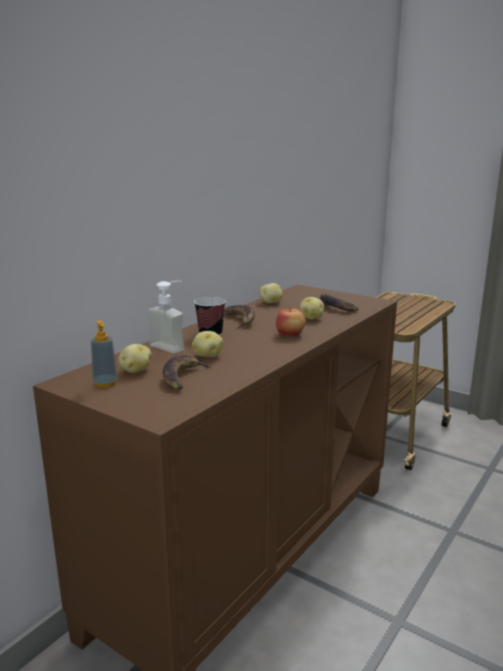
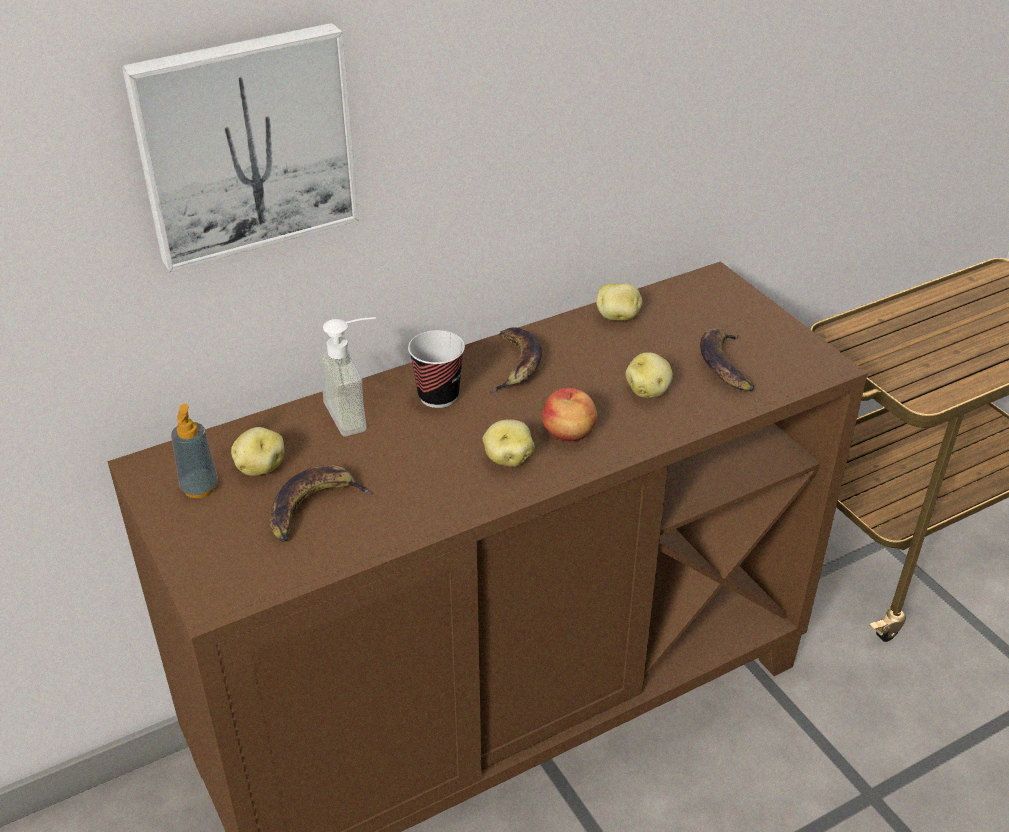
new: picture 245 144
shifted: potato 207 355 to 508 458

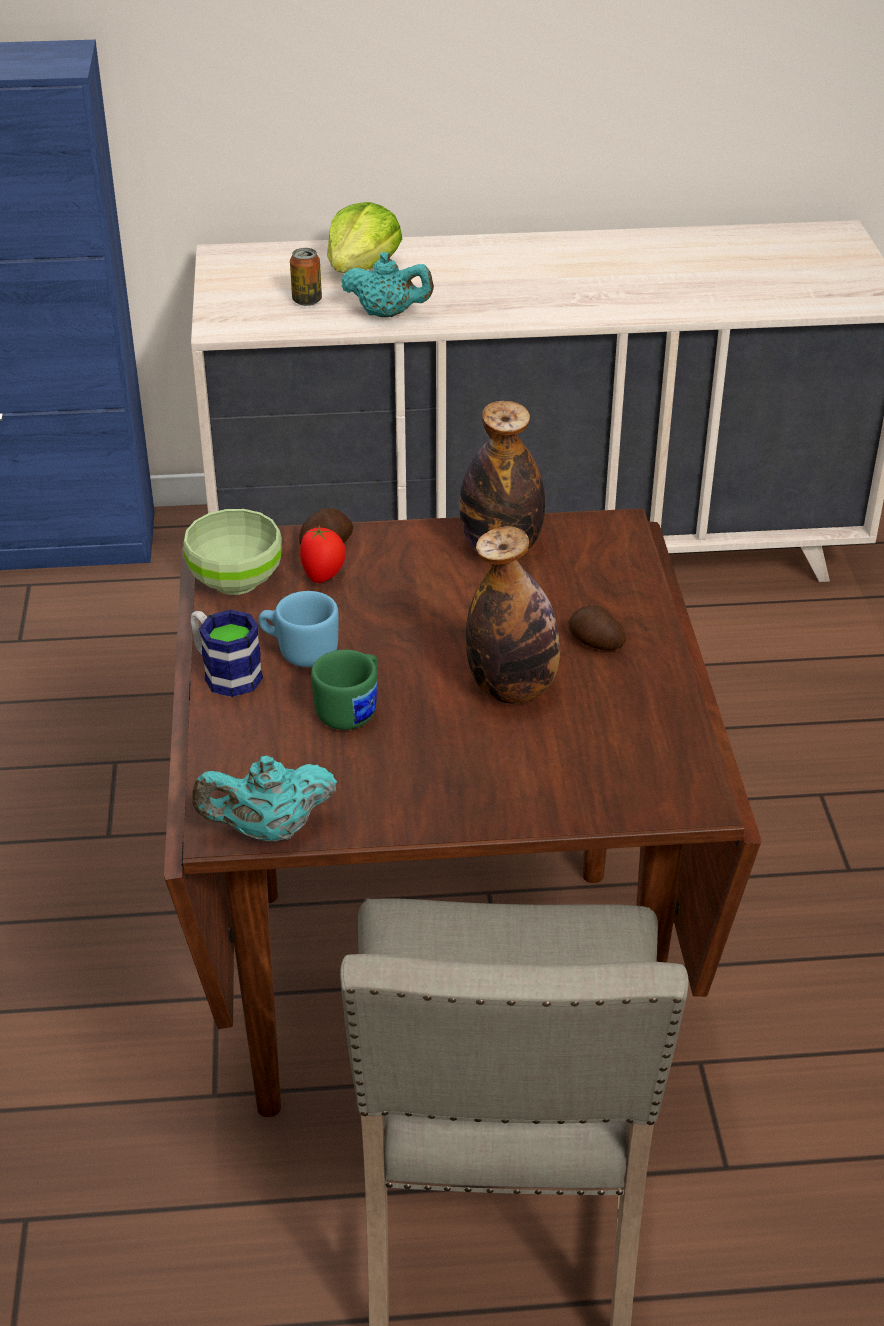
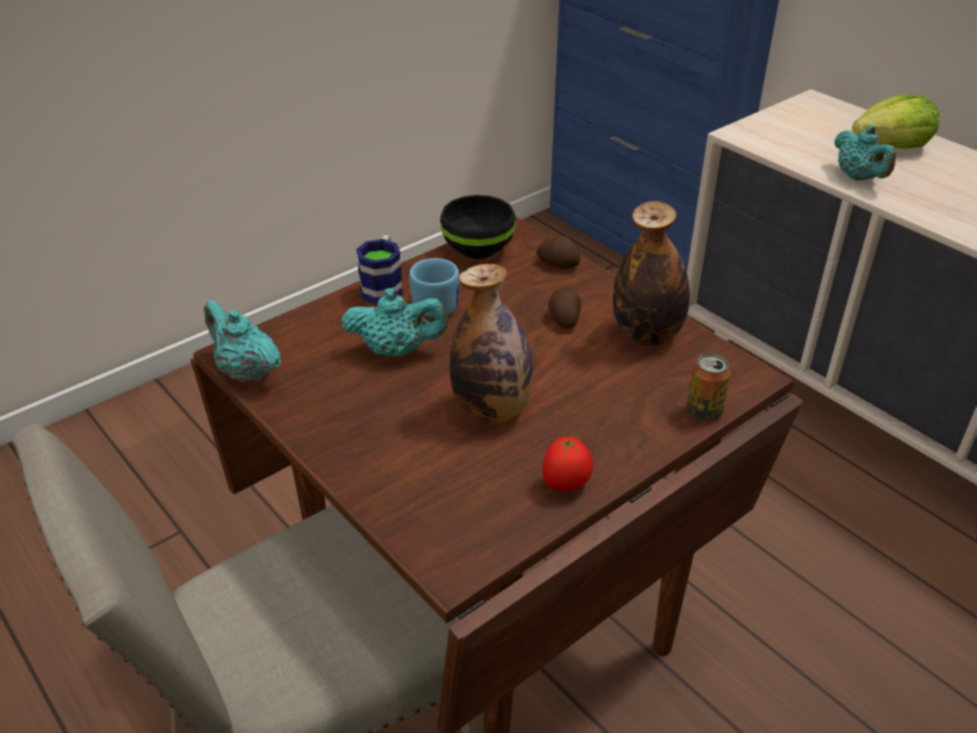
shifted: can 307 300 to 704 411; tomato 323 576 to 566 485; potato 595 643 to 564 318
swapped: green mug 352 709 to turquoise teapot 396 350
repainted: green bowl 237 581 to black bowl 478 250

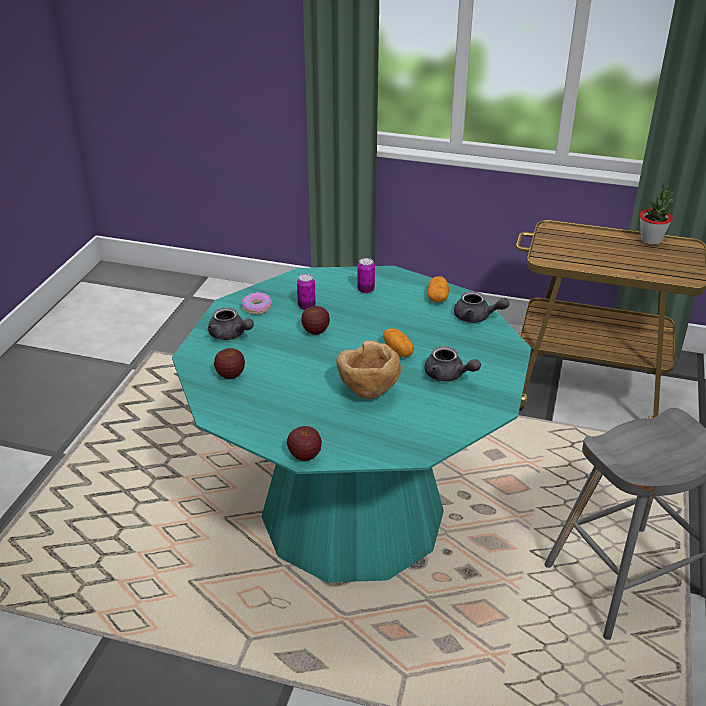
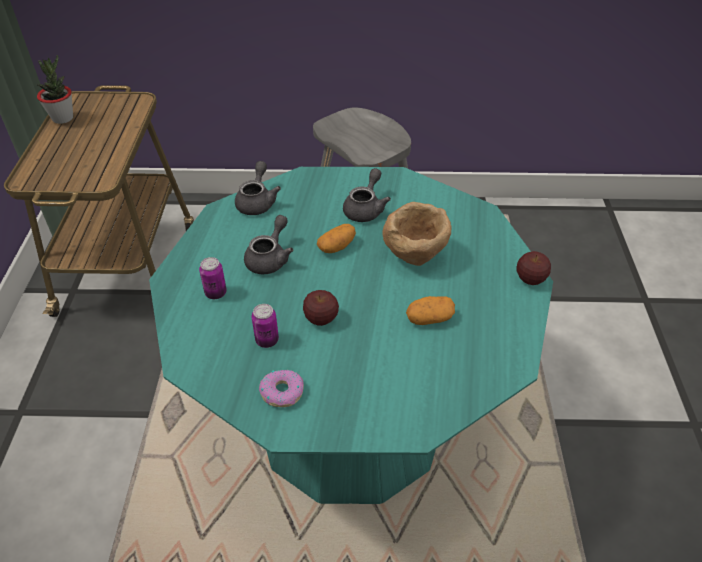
gone: apple 230 375
shifted: grey teapot 230 335 to 270 258; potato 437 298 to 429 319

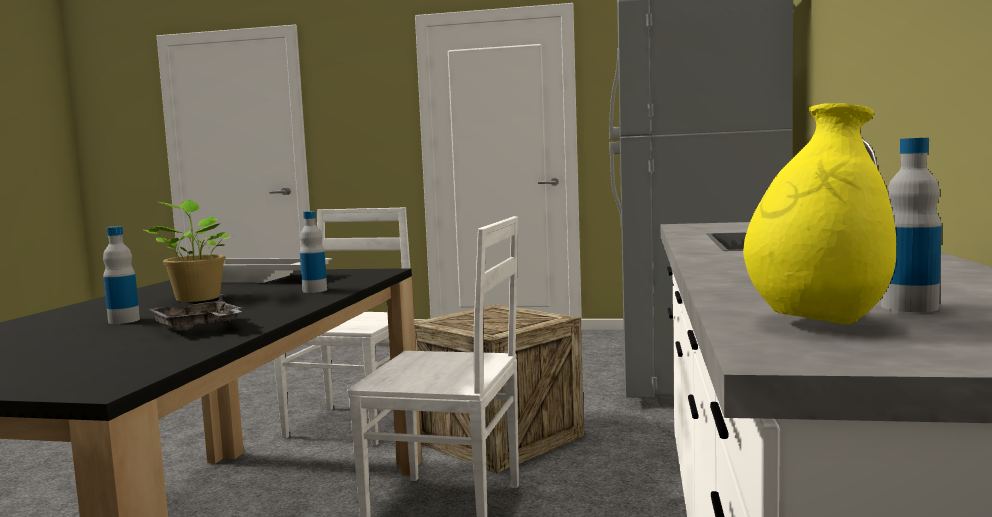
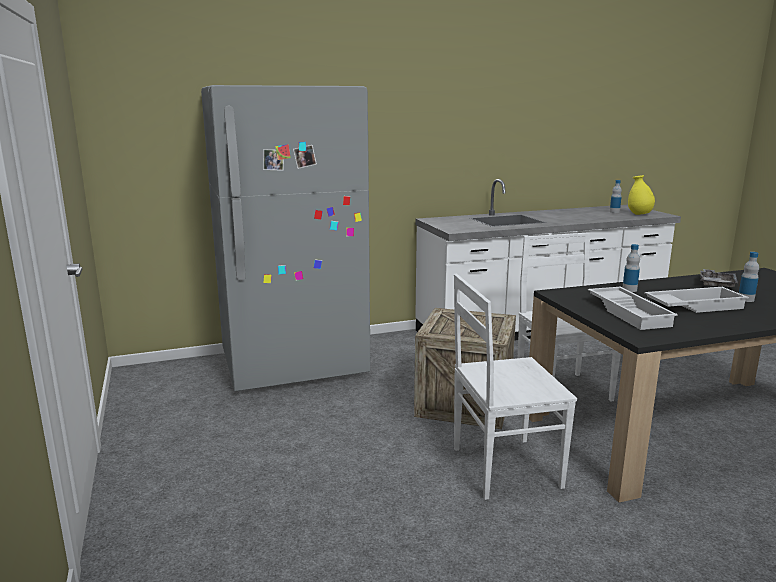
swapped: potted plant 197 298 to white tray 694 306

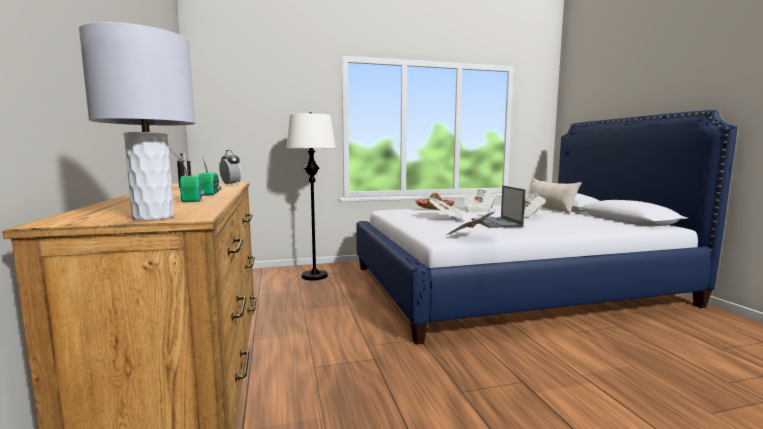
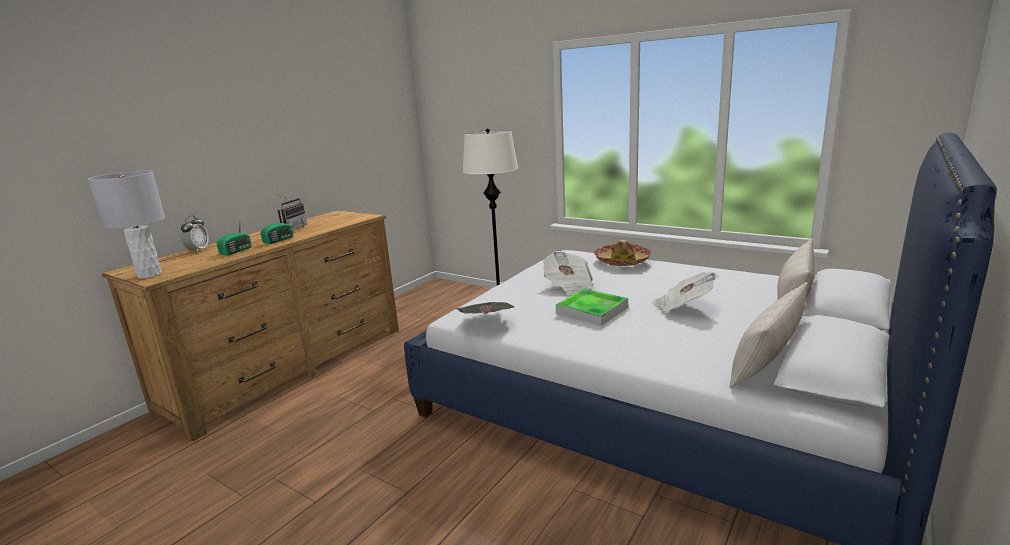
gone: newspaper 478 210
new: beige pillow 766 361
shifted: alarm clock 231 185 to 198 250
swapped: laptop 496 223 to tray 592 310

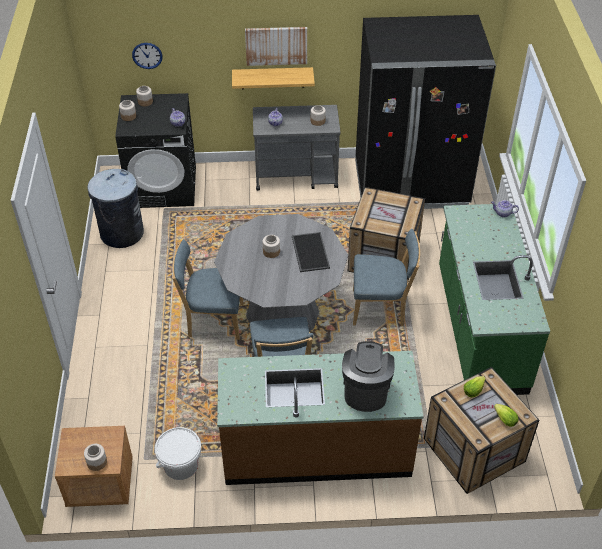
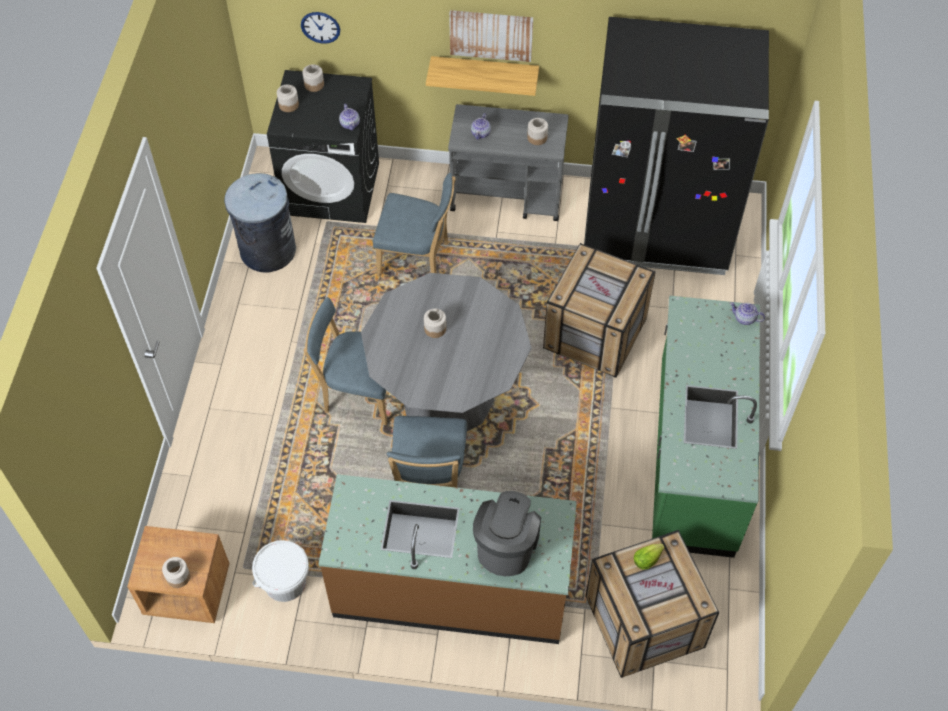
gone: tray 309 252; lettuce 503 419
shifted: blue chair 381 308 to 417 260

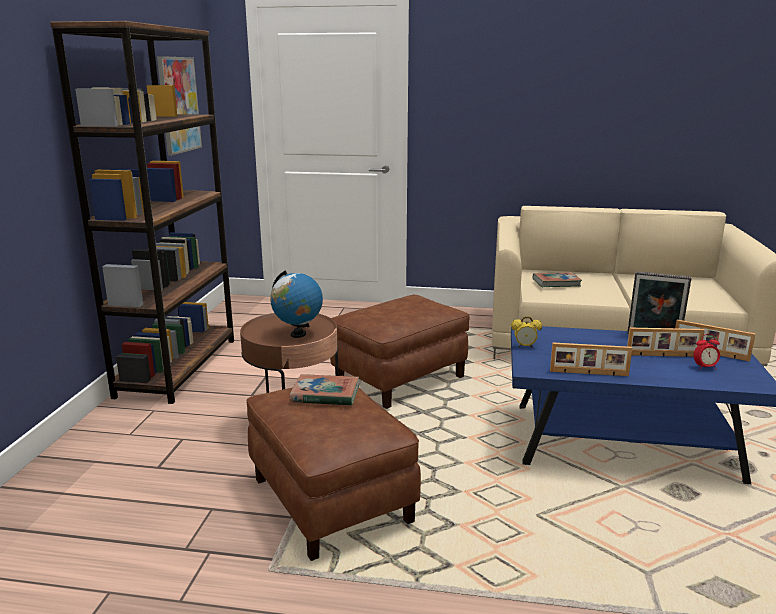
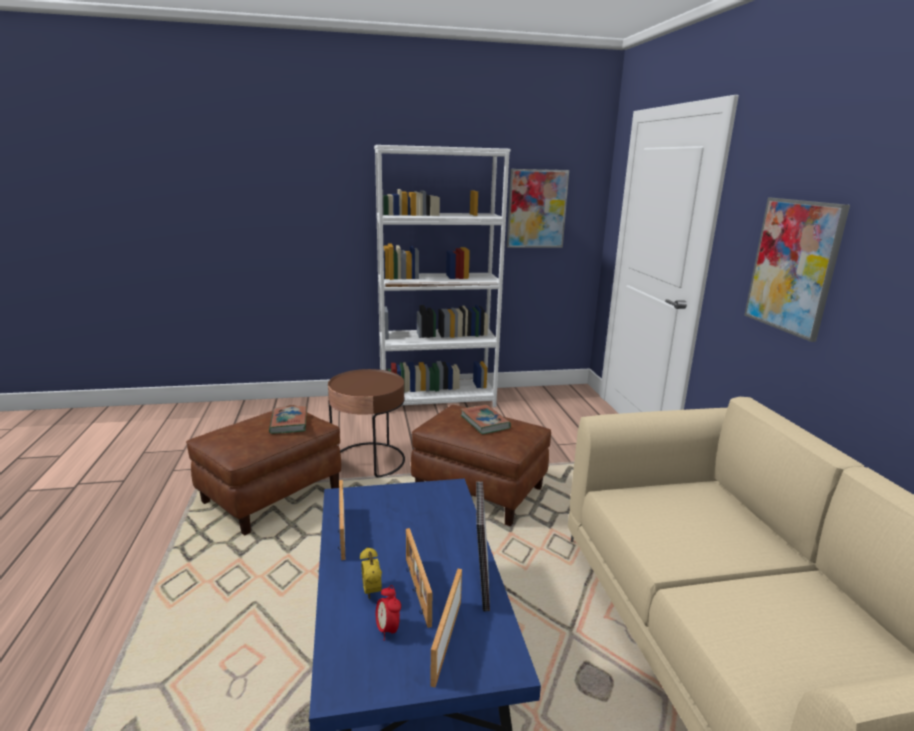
gone: globe 298 334
new: picture 793 266
shifted: alarm clock 525 346 to 371 592; book 556 283 to 484 422
repainted: brown bookcase 178 367 to white bookcase 437 400

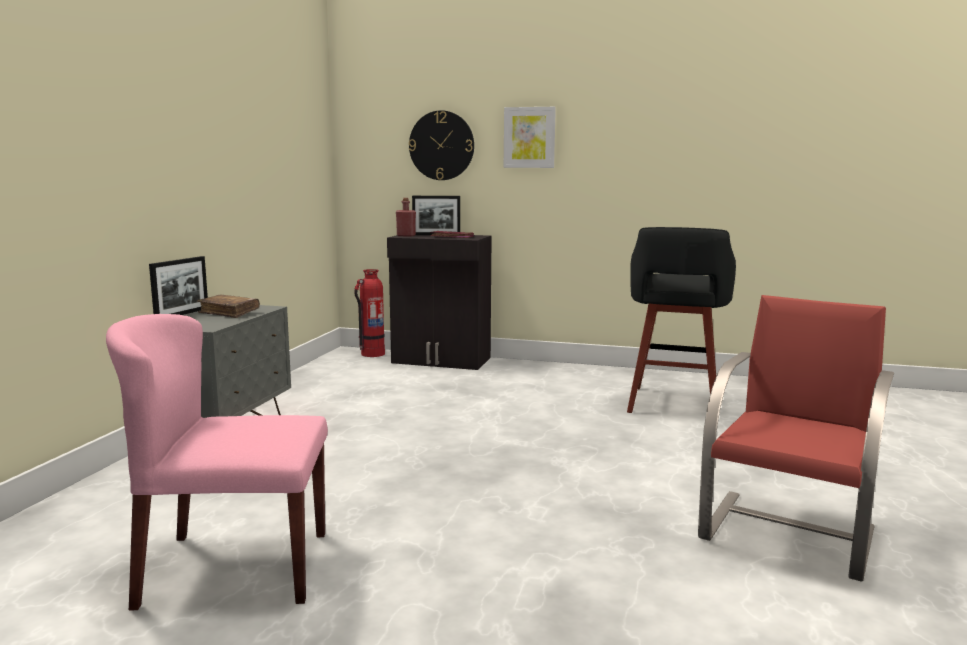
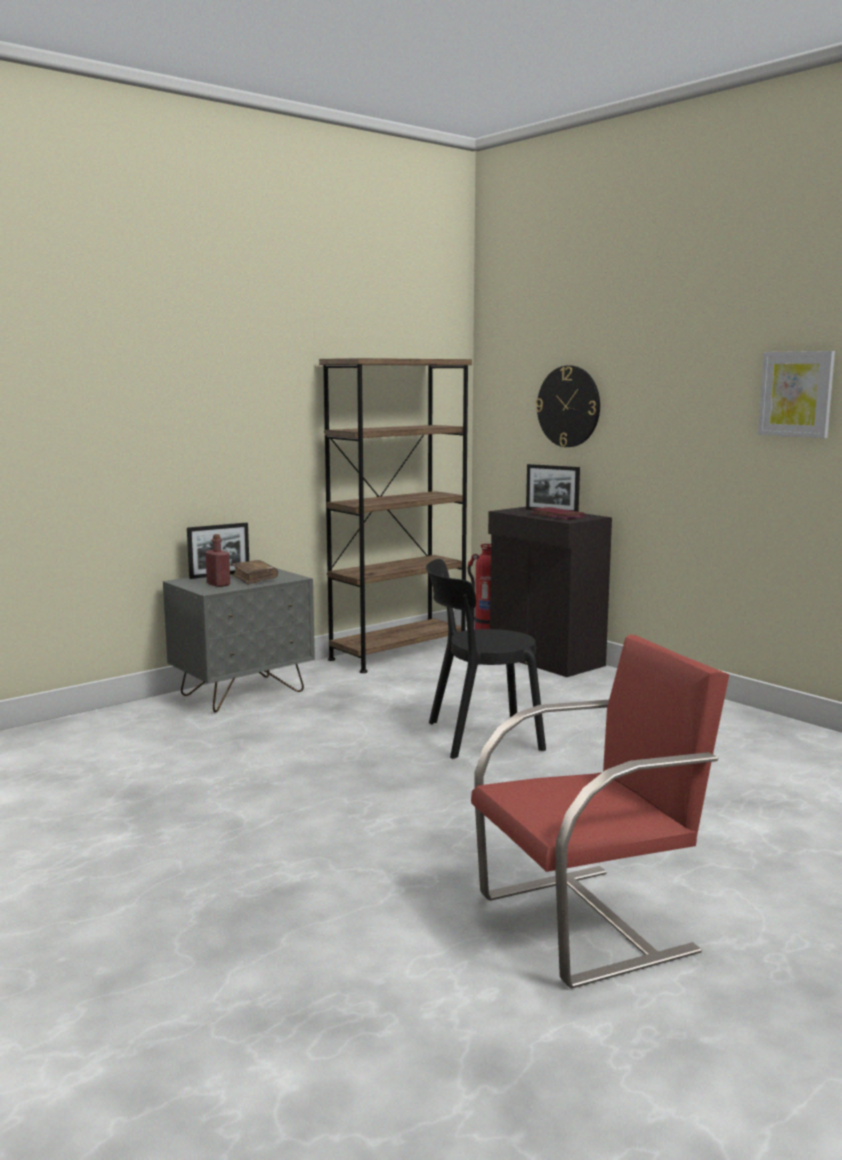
gone: pink chair 234 568; black stool 673 405
new: brown bookcase 398 653; black chair 478 736
shifted: red bottle 406 236 to 218 584; picture 529 137 to 796 394

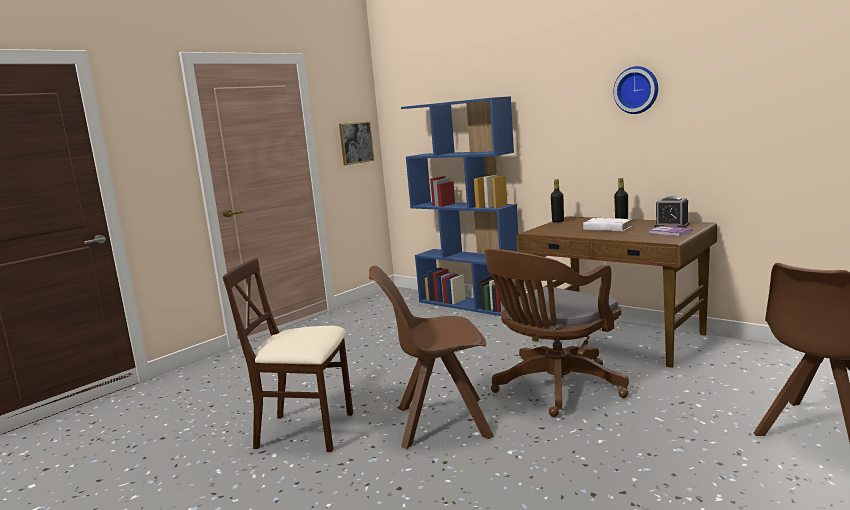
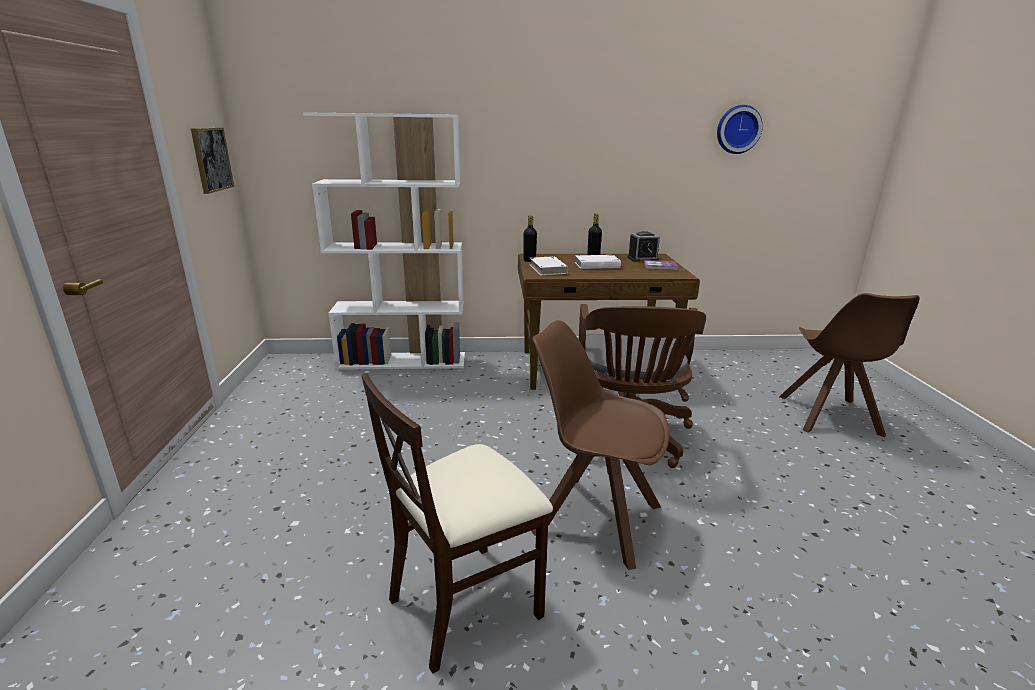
new: white book 548 269
shifted: wall clock 637 90 to 737 129
repainted: blue bookcase 469 304 to white bookcase 403 361
rotated: brown chair 439 423 = 593 517 75 degrees clockwise

